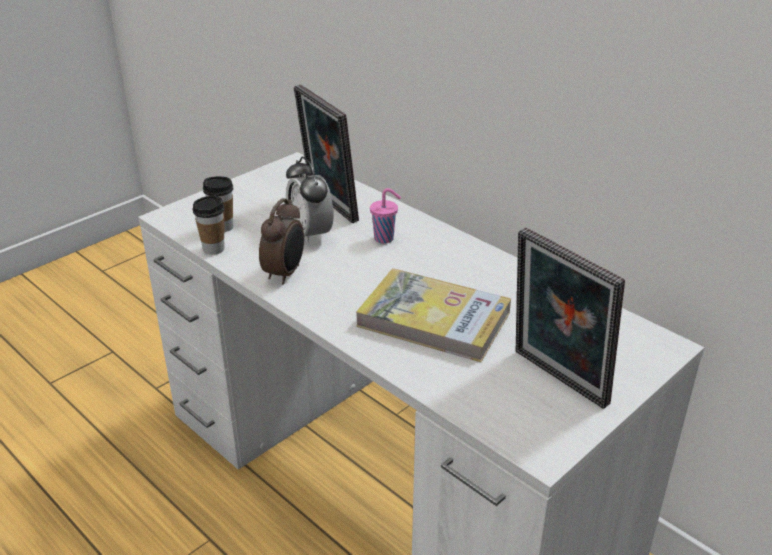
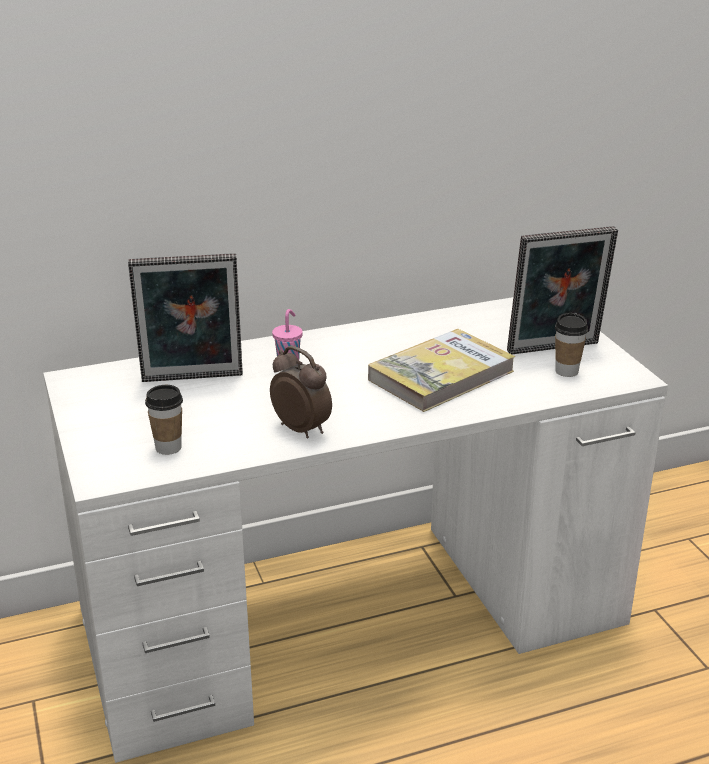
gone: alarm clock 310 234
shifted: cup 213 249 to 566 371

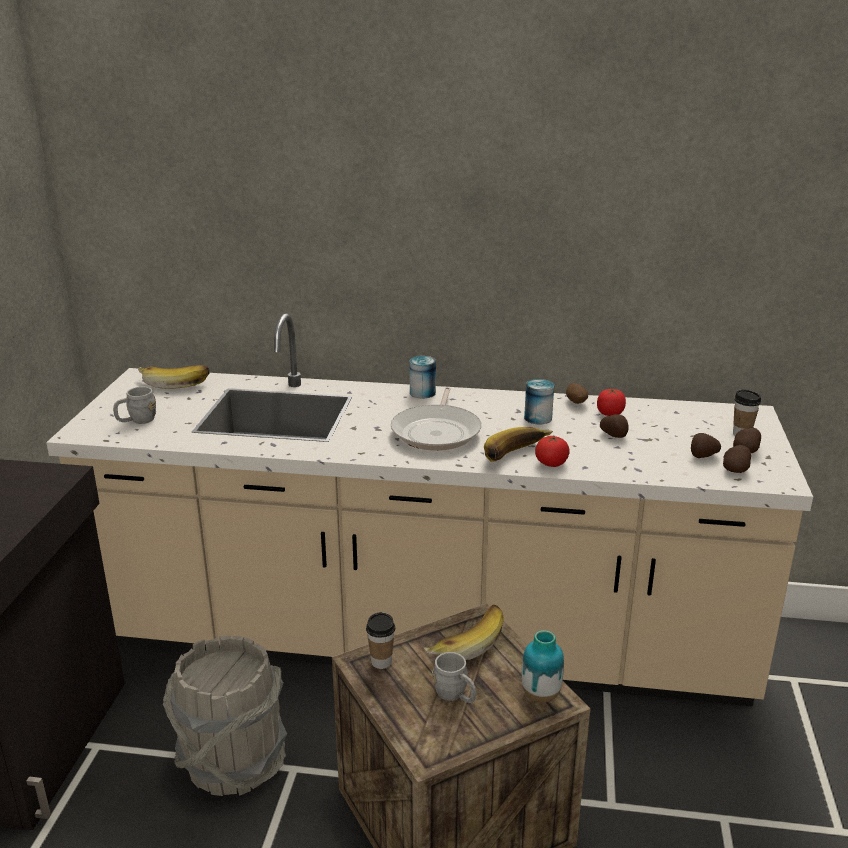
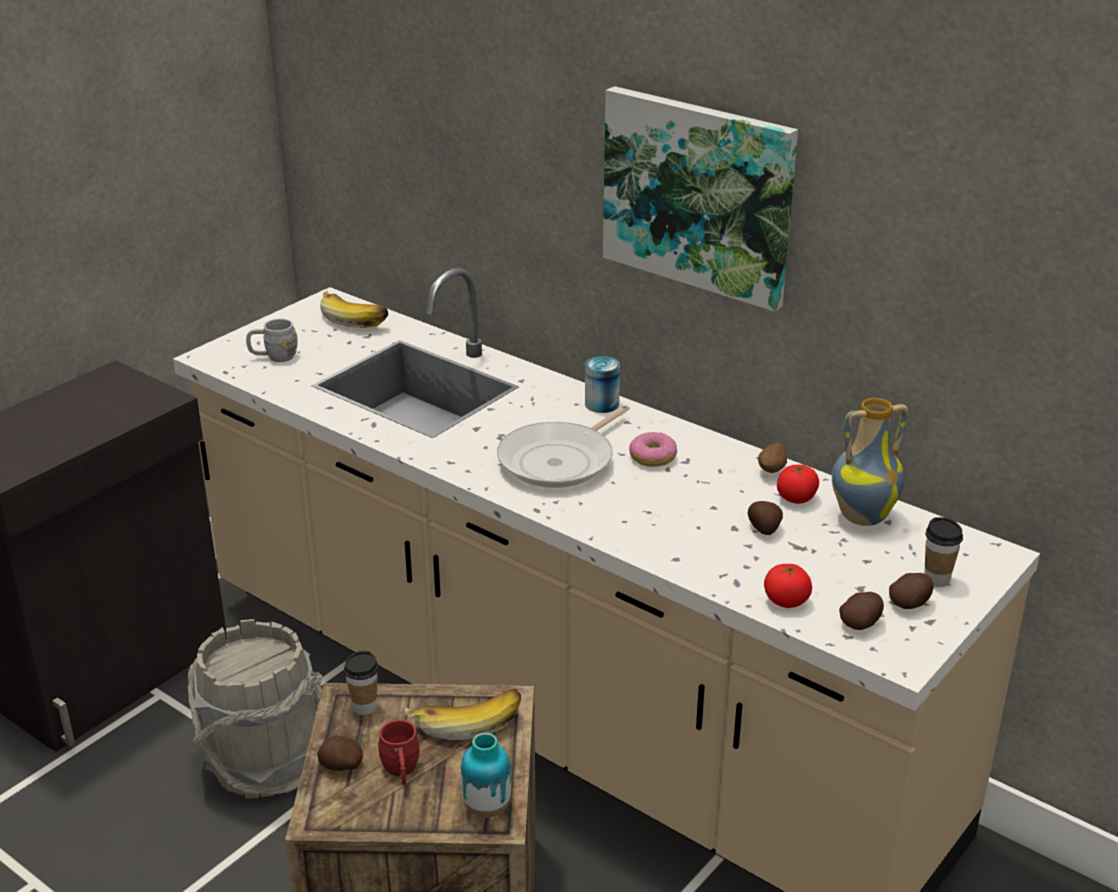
gone: banana 518 456; can 538 418
new: picture 699 195; donut 652 457; vase 862 516
shifted: tomato 551 463 to 786 601; potato 702 456 to 341 766
repainted: grey mug 455 696 to red mug 401 772

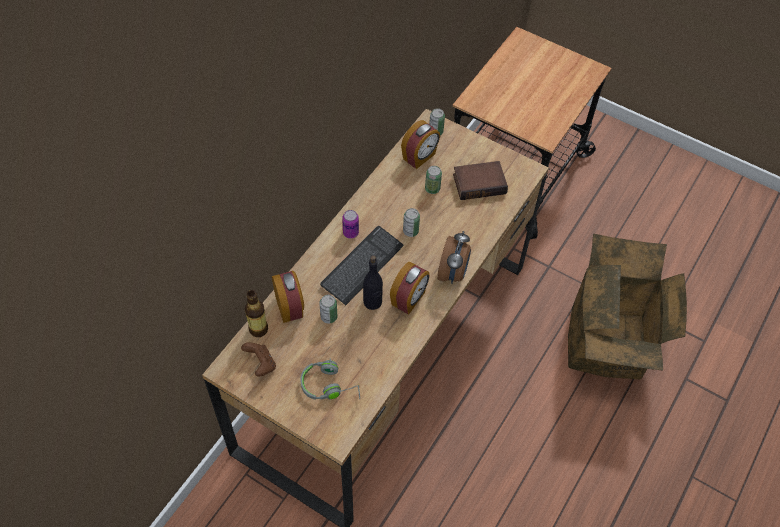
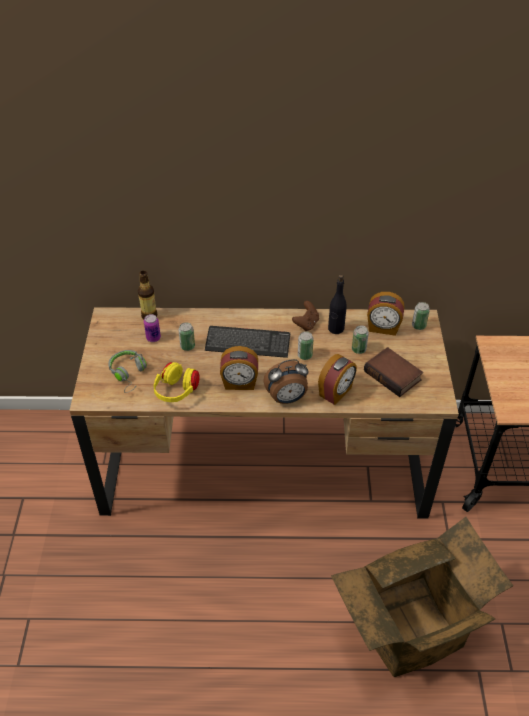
new: yellow headphones 177 392
shifted: brown game controller 261 364 to 306 324; alarm clock 290 307 to 336 392; can 350 233 to 153 338; black bottle 372 302 to 335 329

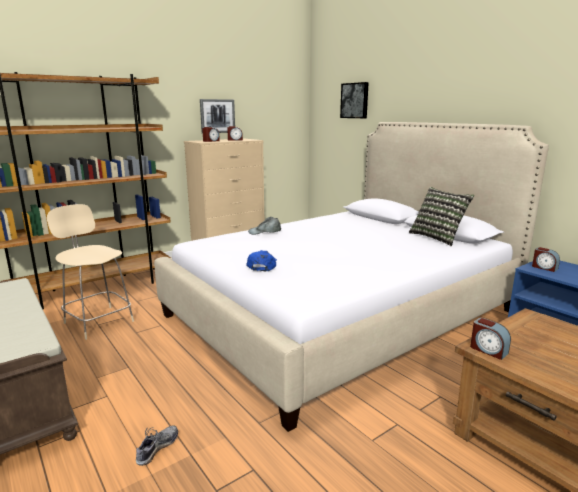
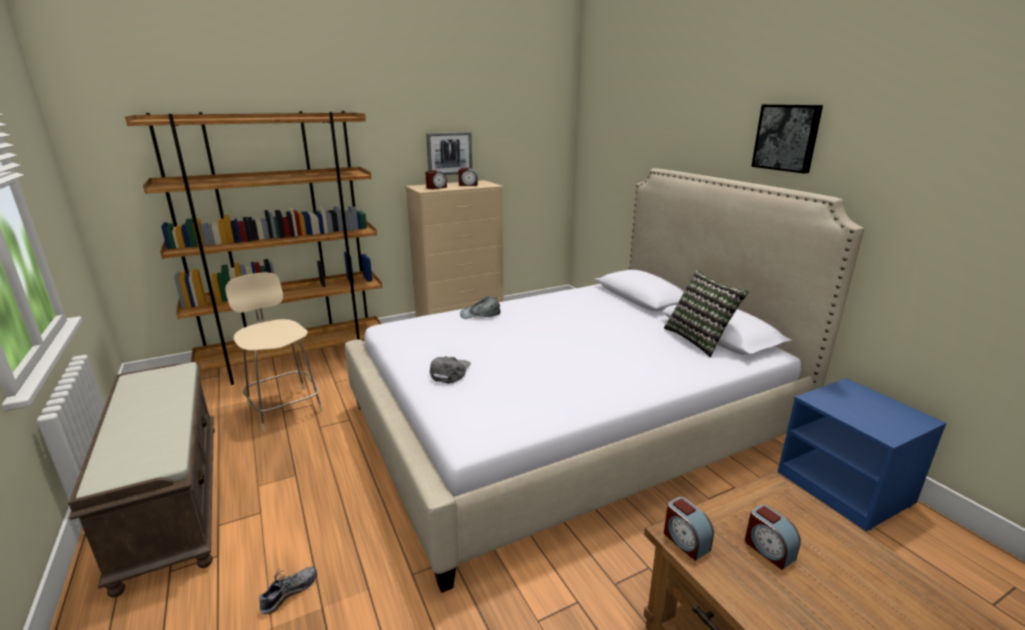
shifted: picture 355 100 to 787 137; alarm clock 544 268 to 768 549
repainted: blue cap 262 265 to grey cap 450 372

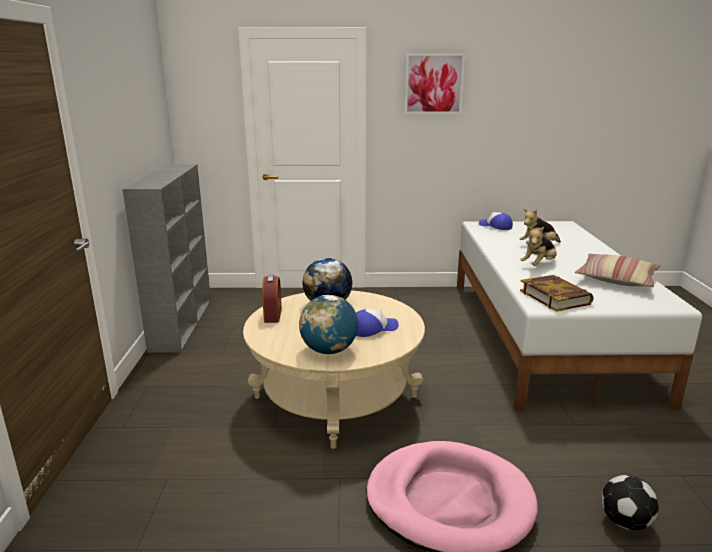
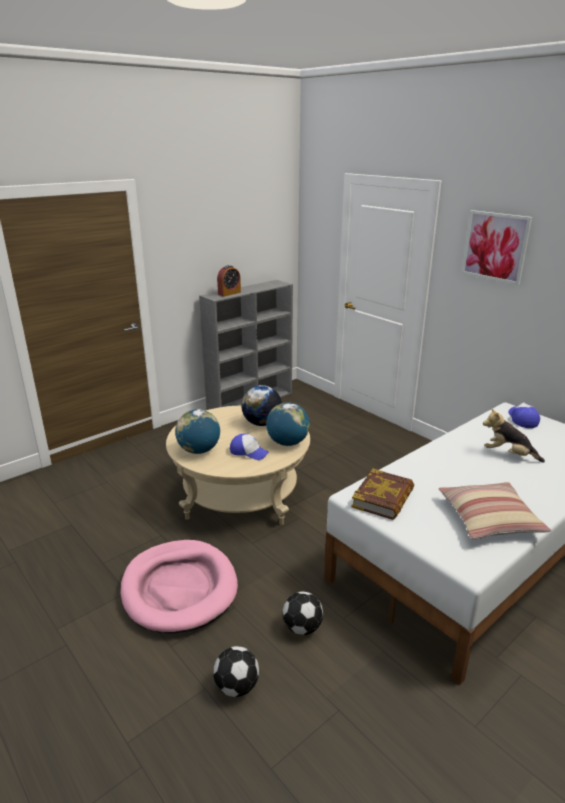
gone: plush toy 539 265
new: globe 287 443; football 302 628
shifted: alarm clock 273 315 to 229 293

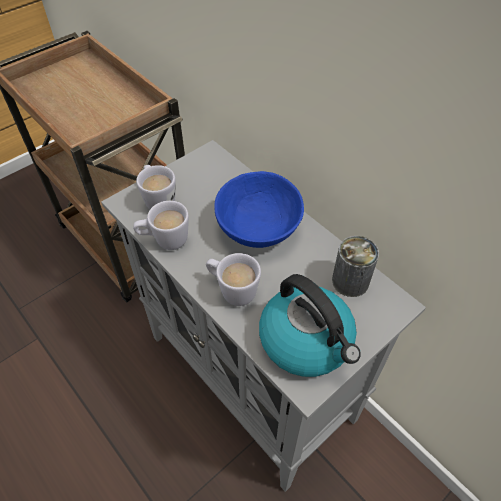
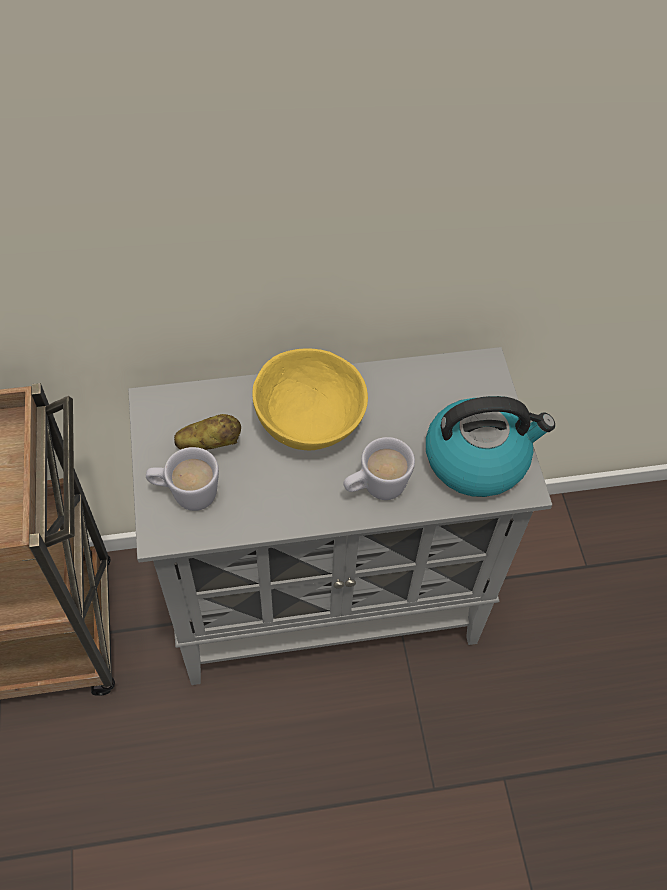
gone: white mug 164 240; can 350 281
new: potato 209 443
repainted: blue bowl 257 227 to yellow bowl 307 420

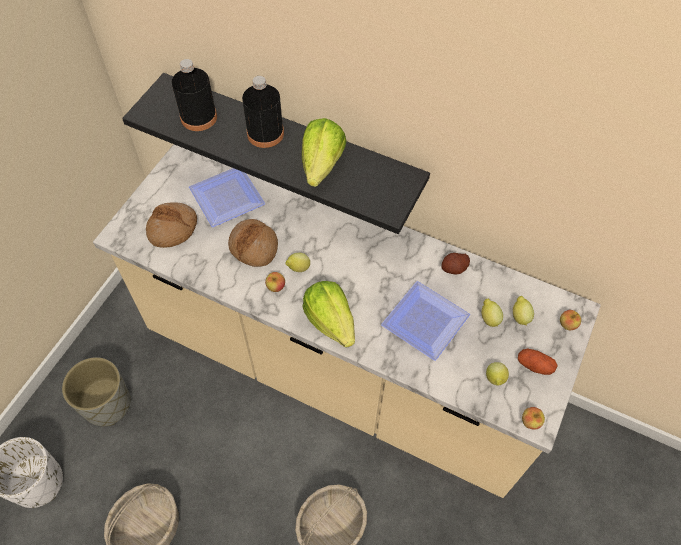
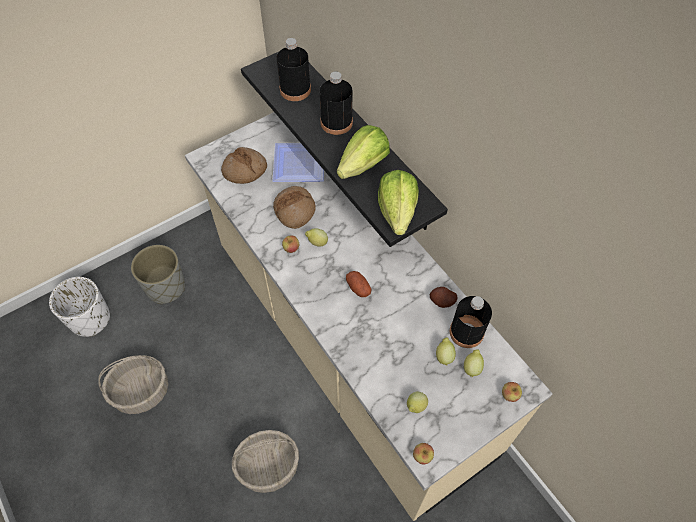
gone: plate 422 322
new: black bottle 466 332
shifted: lettuce 330 321 to 397 212; potato 534 365 to 358 288

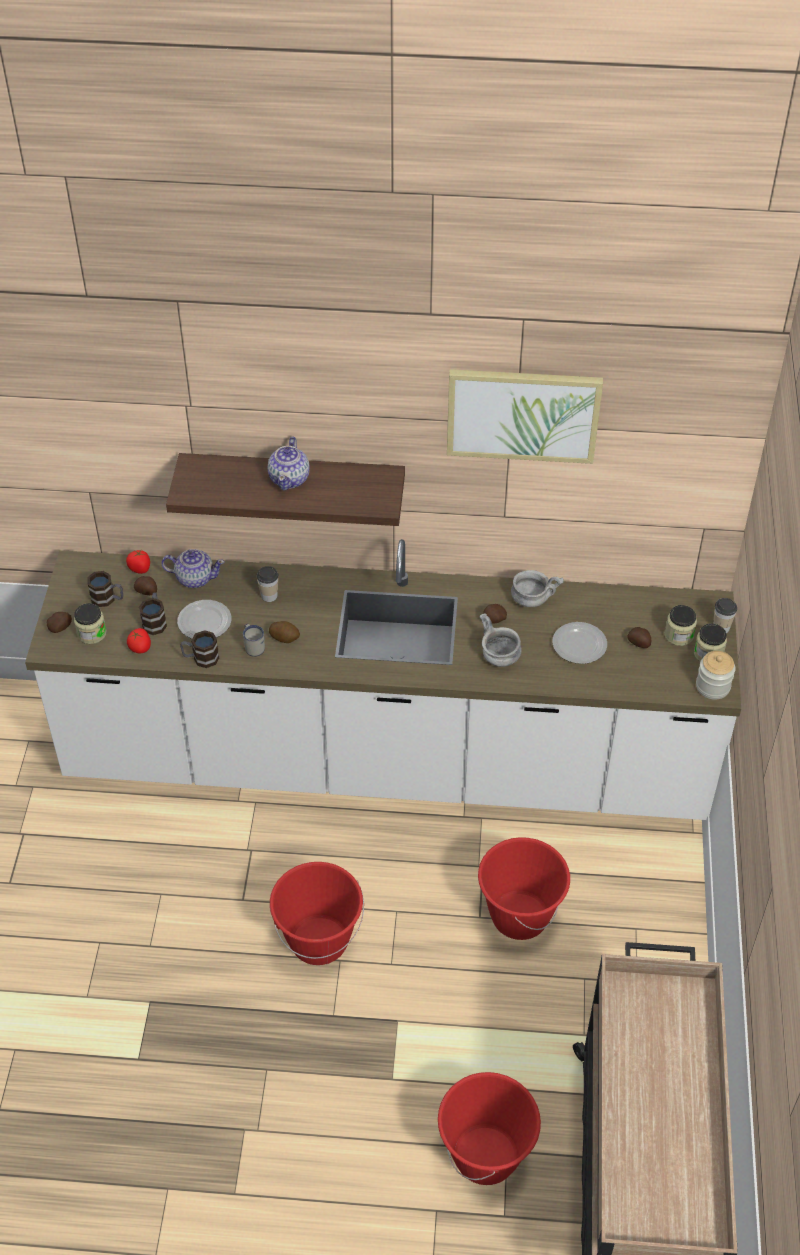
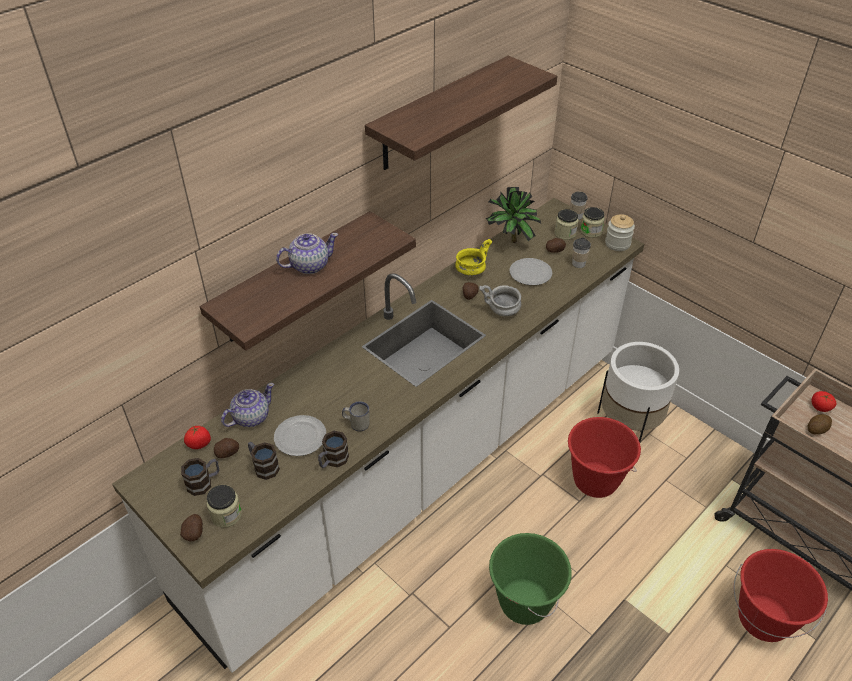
new: potted plant 509 242; white planter 629 424
shifted: tomato 140 648 to 820 407; cup 269 595 to 578 264; potato 284 637 to 817 429
swapped: picture 523 414 to shelf 440 114
repainted: red bucket 319 940 to green bucket 524 602; grey bowl 531 599 to yellow bowl 471 271
rotated: teapot 290 478 = 309 265 75 degrees counterclockwise

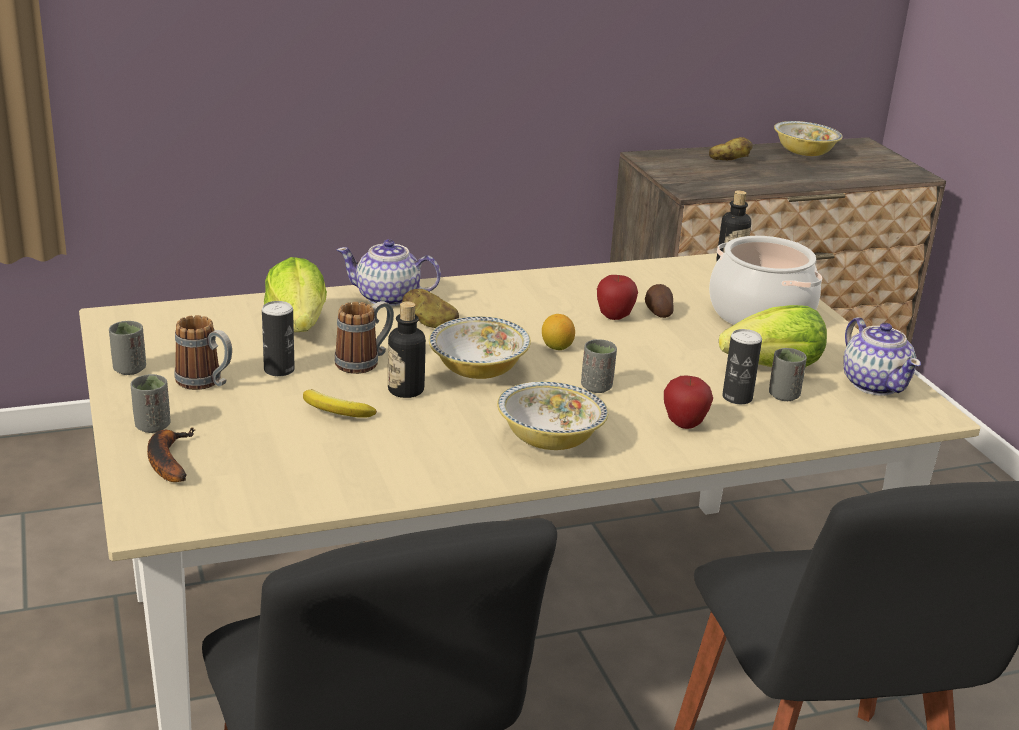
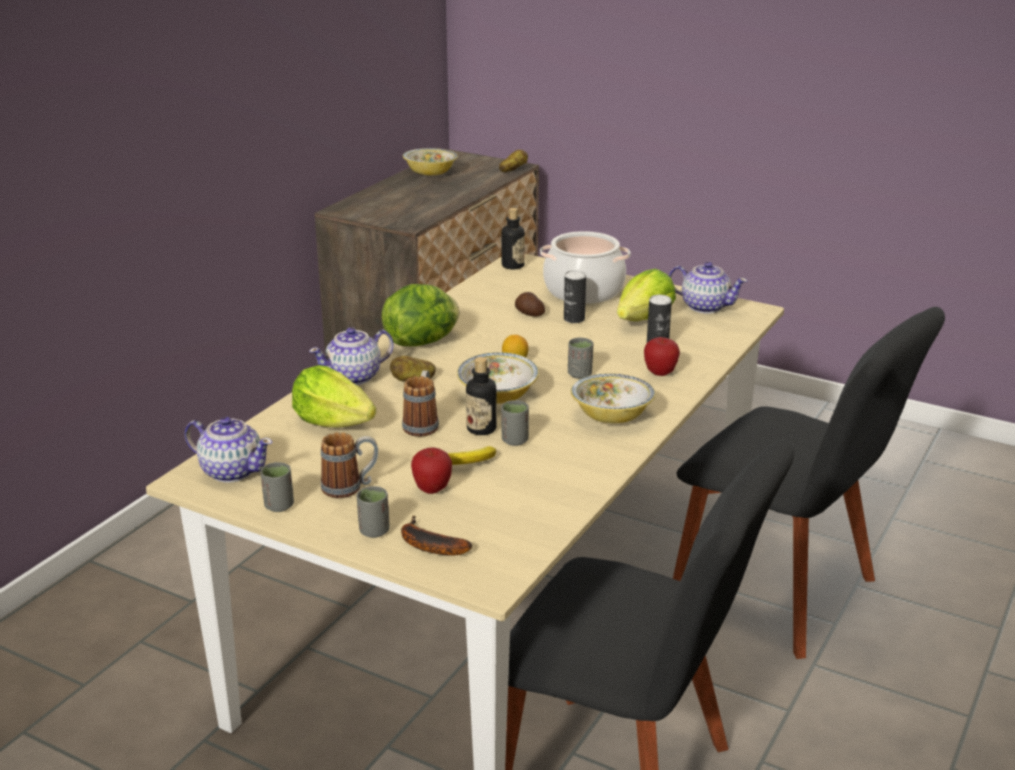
new: teapot 231 471; lettuce 422 342
shifted: can 279 370 to 574 319; apple 614 317 to 432 490; potato 729 160 to 513 170; grey cup 783 395 to 514 440

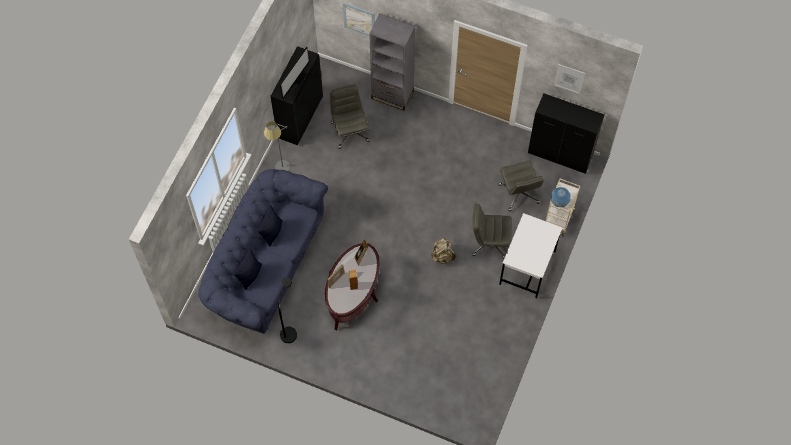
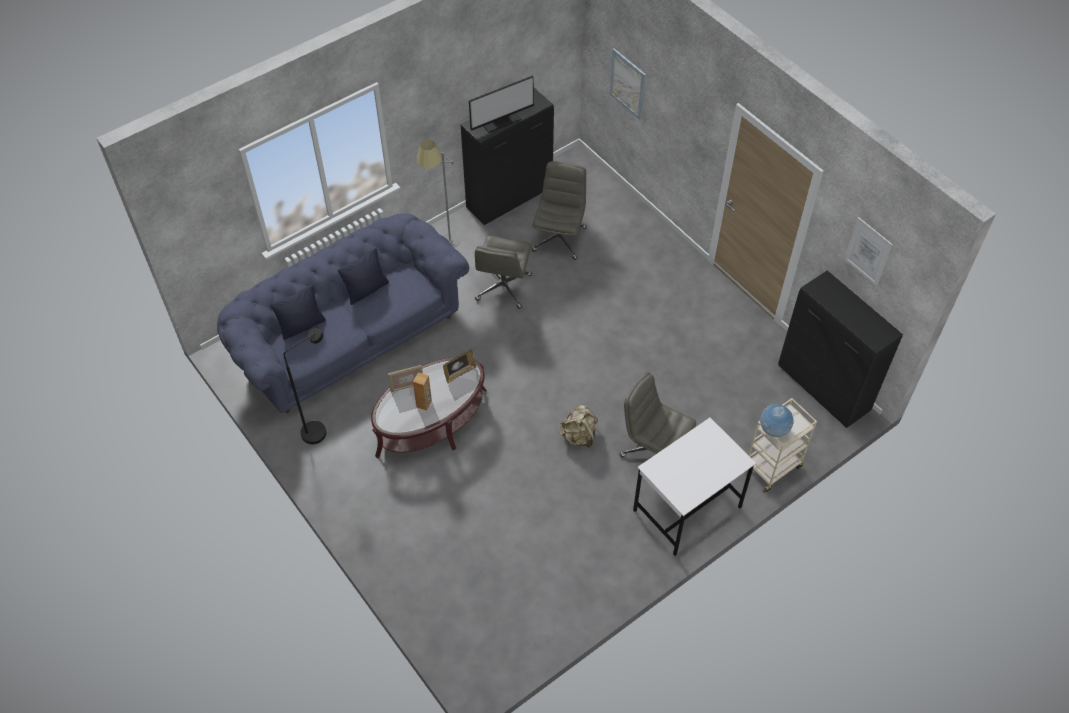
gone: grey bookcase 392 95
shifted: grey office chair 519 194 to 503 288

